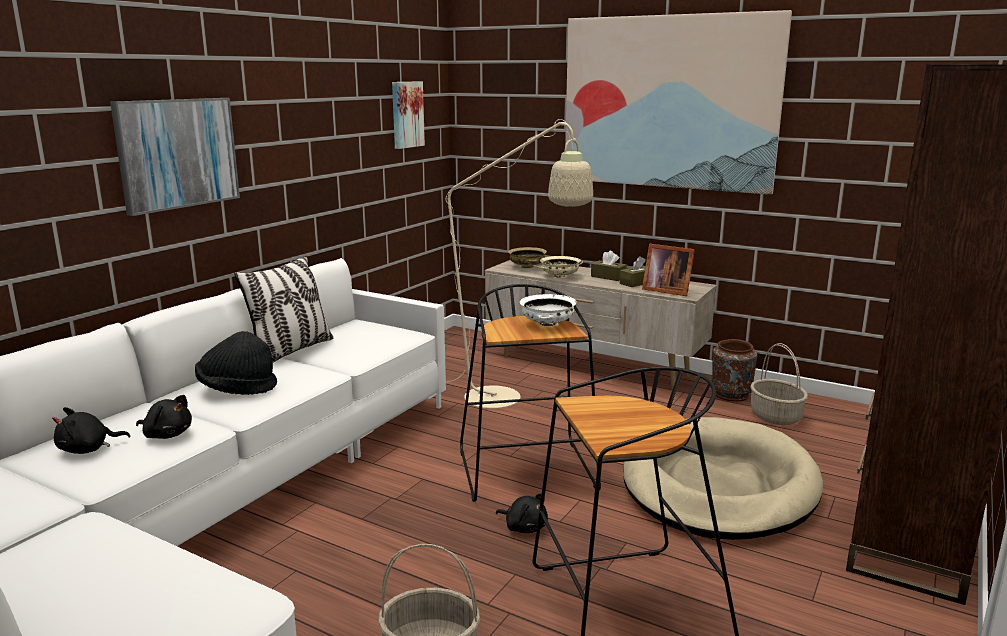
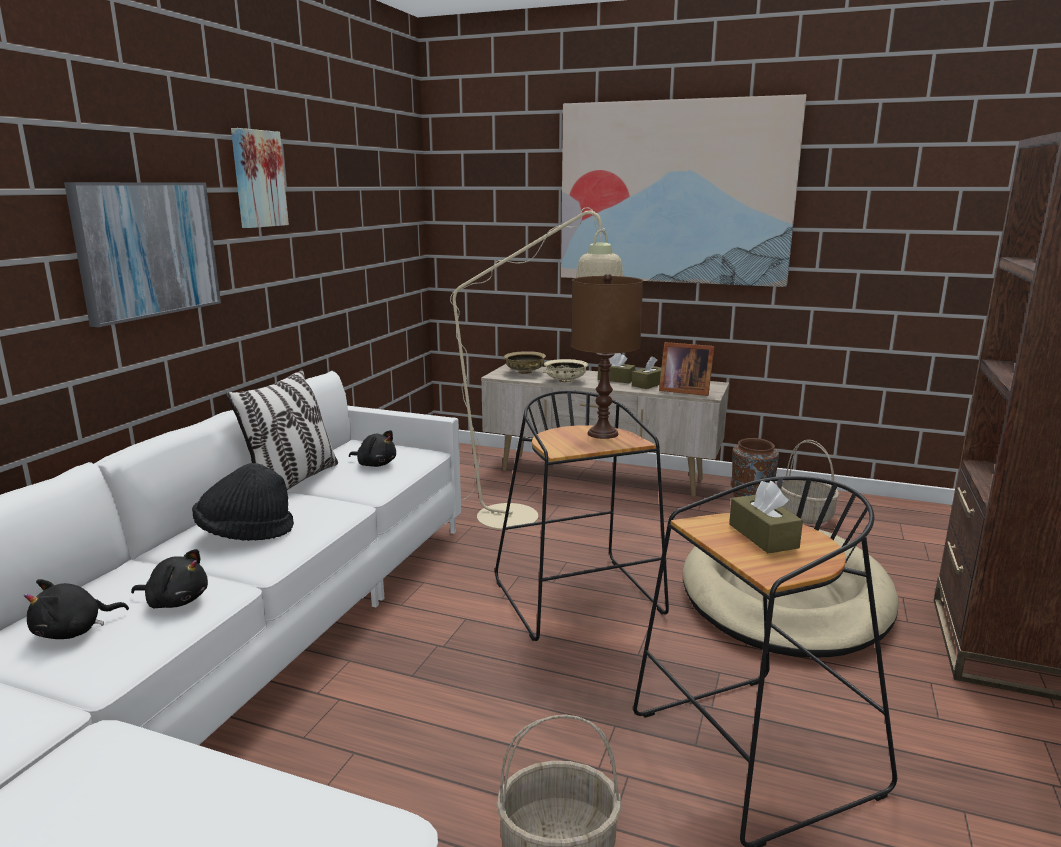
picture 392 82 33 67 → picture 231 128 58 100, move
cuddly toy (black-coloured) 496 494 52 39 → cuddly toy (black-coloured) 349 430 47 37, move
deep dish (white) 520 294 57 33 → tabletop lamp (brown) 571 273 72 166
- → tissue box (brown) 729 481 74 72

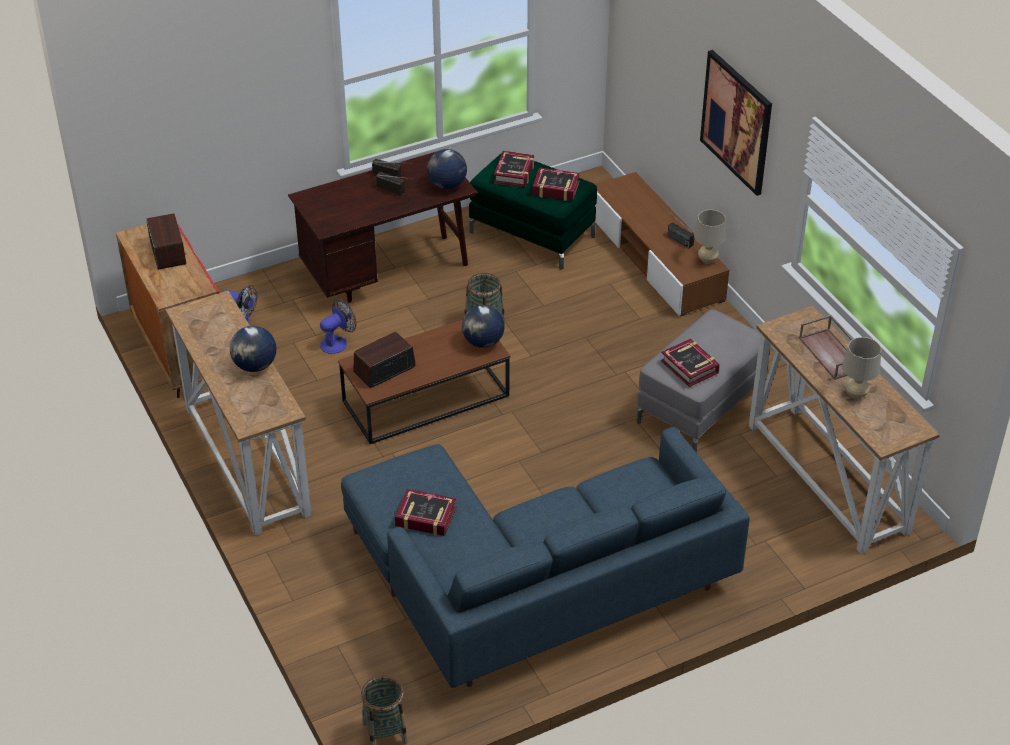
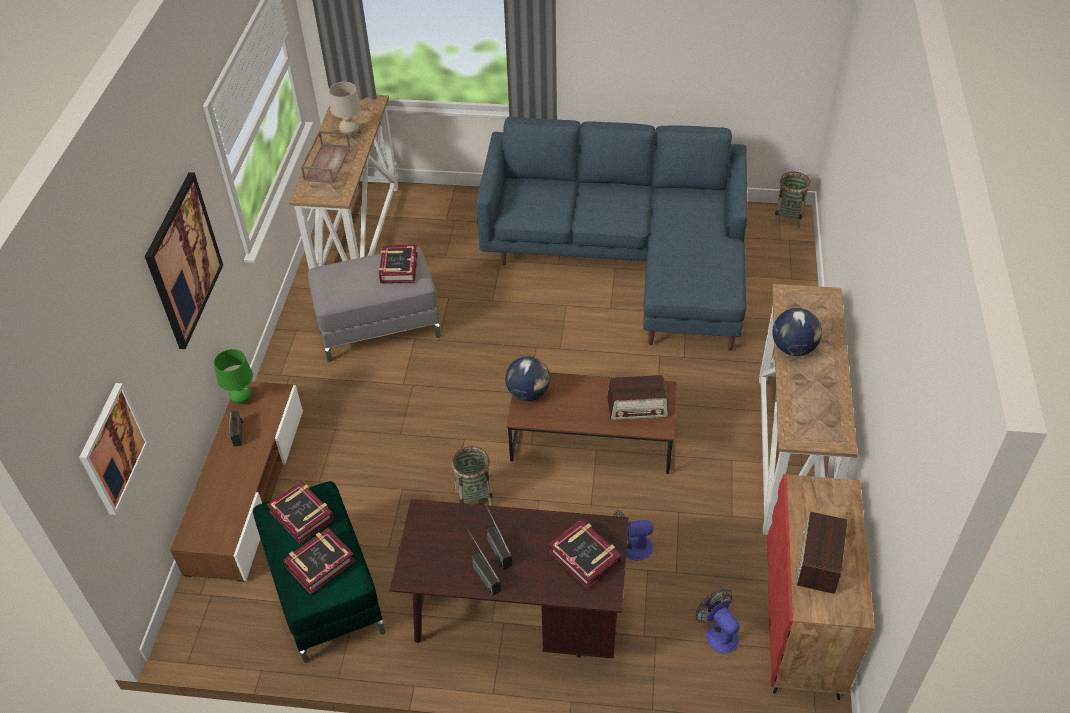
volume 395 489 61 47 → volume 549 519 72 70, move
desk globe 427 149 40 41 → -
tabletop lamp (beige-coloured) 694 210 32 54 → tabletop lamp (green-coloured) 214 349 39 55
- → picture 79 383 70 132

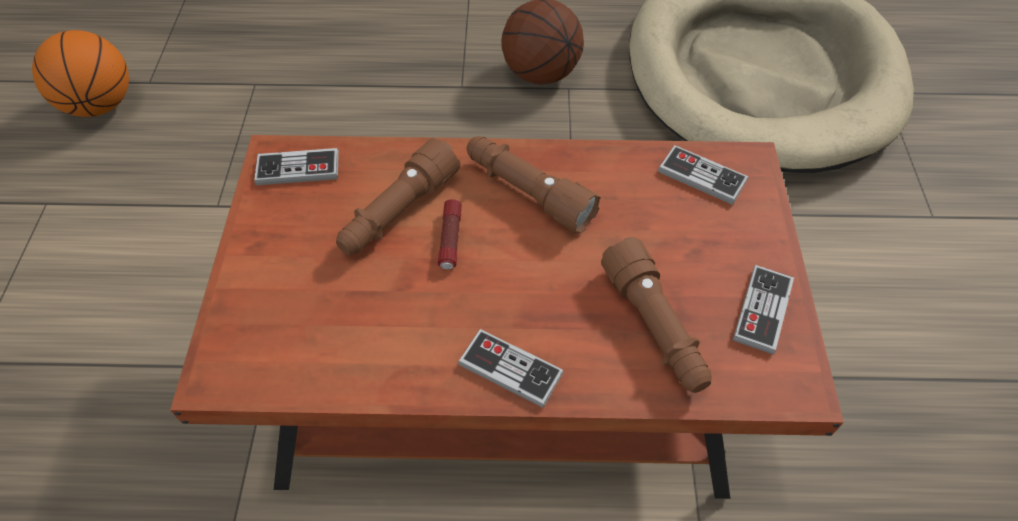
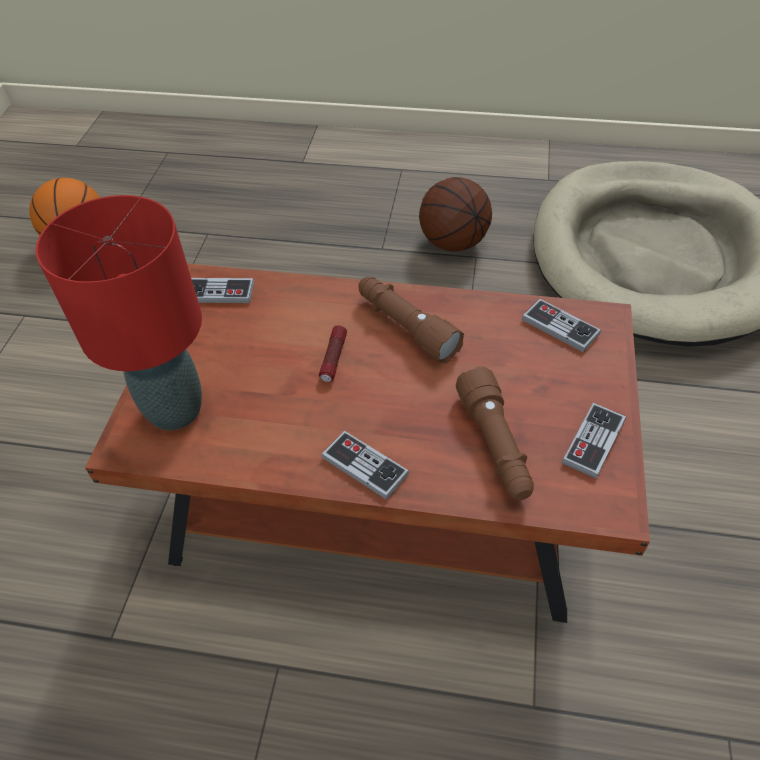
torch (brown) 336 138 124 117 → -
- → tabletop lamp (red) 35 195 167 235

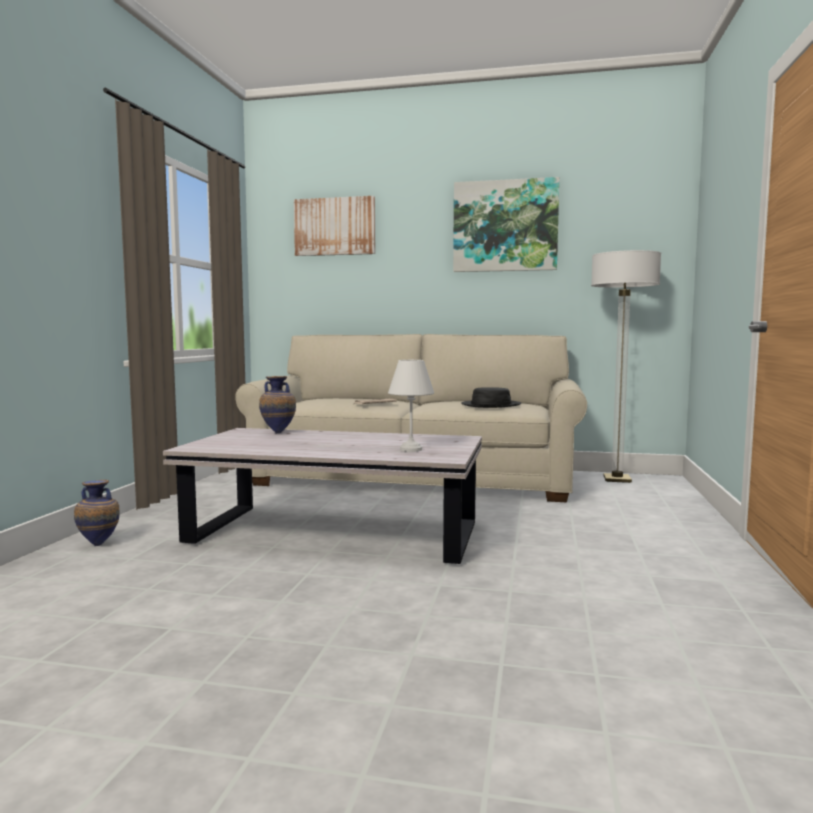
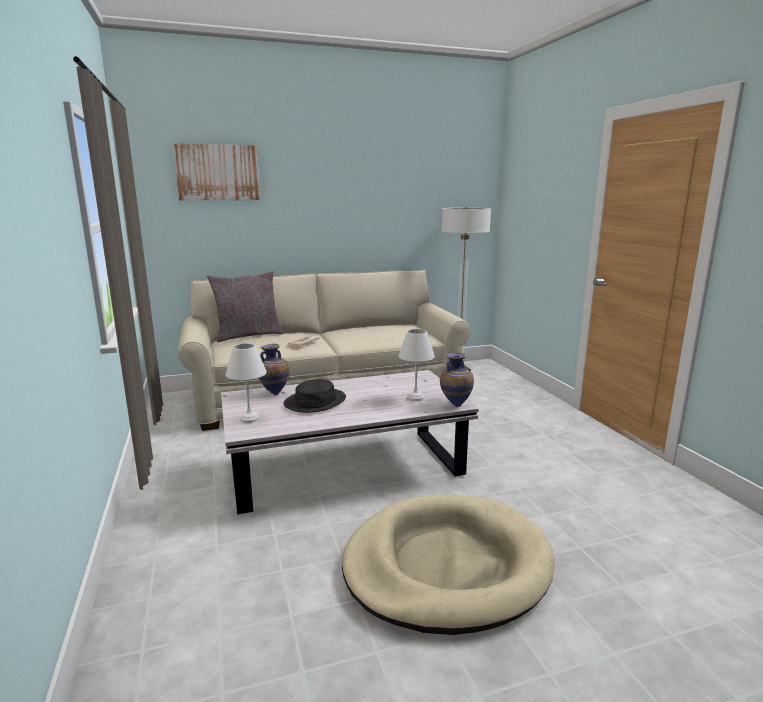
flower vase 74 480 46 66 → flower vase 440 352 34 55, move
picture 453 177 106 95 → -
wearable hat (black-coloured) 461 388 60 20 → wearable hat (black-coloured) 283 379 63 34, move
- → throw pillow (grey) 207 271 76 71
- → tabletop lamp (white) 226 343 41 80
- → dog bed (beige-coloured) 342 495 213 140

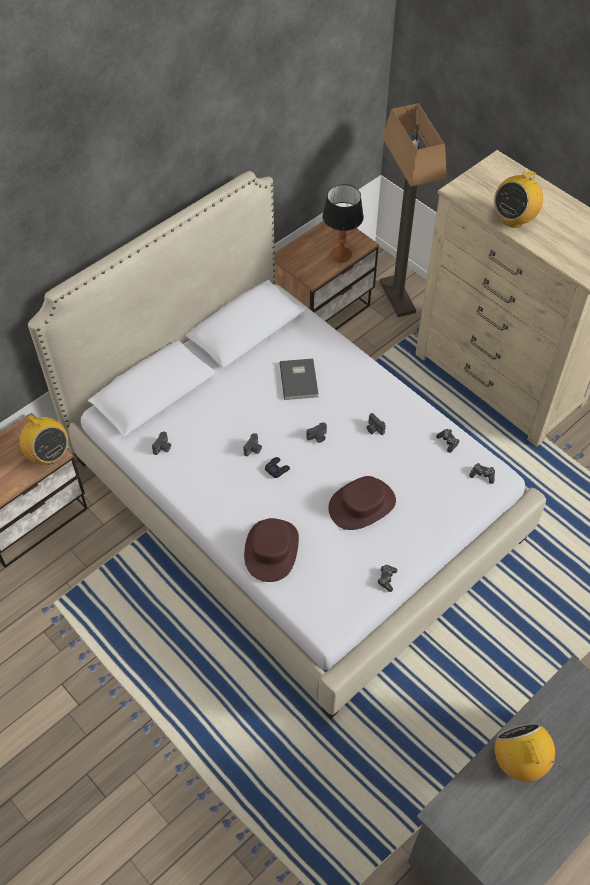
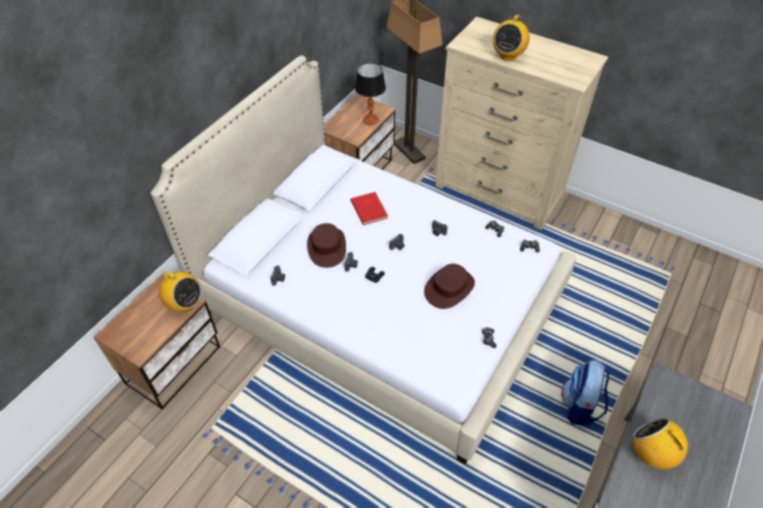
wearable hat (brown) 244 518 55 64 → wearable hat (brown) 307 223 39 45, move
volume (grey) 280 358 38 42 → volume (red) 351 192 37 33
- → rucksack 561 360 48 66

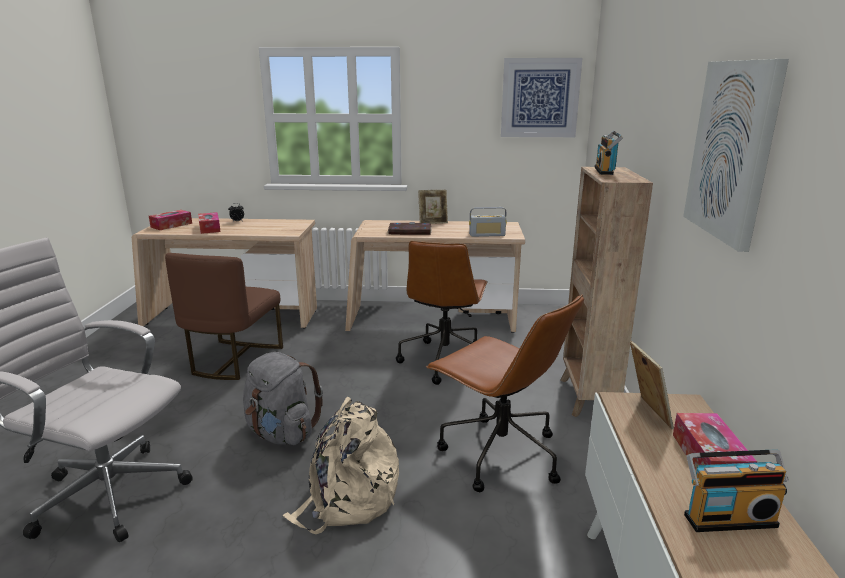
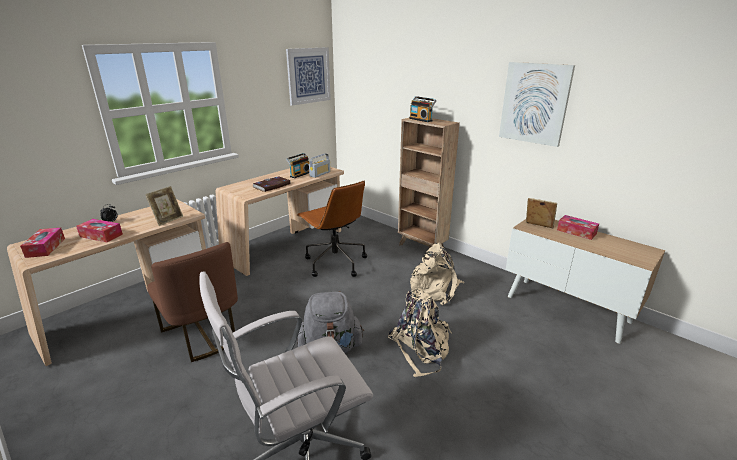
picture frame 418 190 30 34 → picture frame 145 186 38 40, move
computer chair (brown) 426 294 158 198 → rucksack (beige-coloured) 410 243 54 62
radio set 684 449 105 83 → radio set 286 153 24 25, move

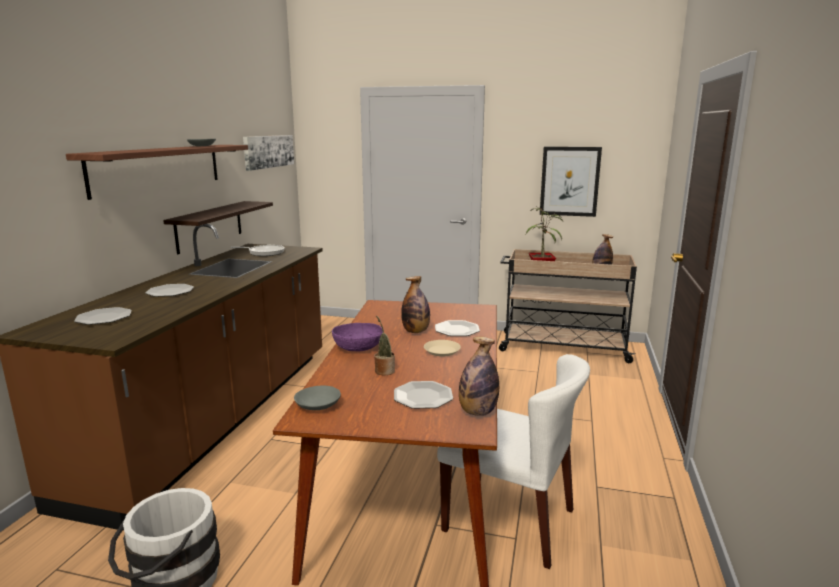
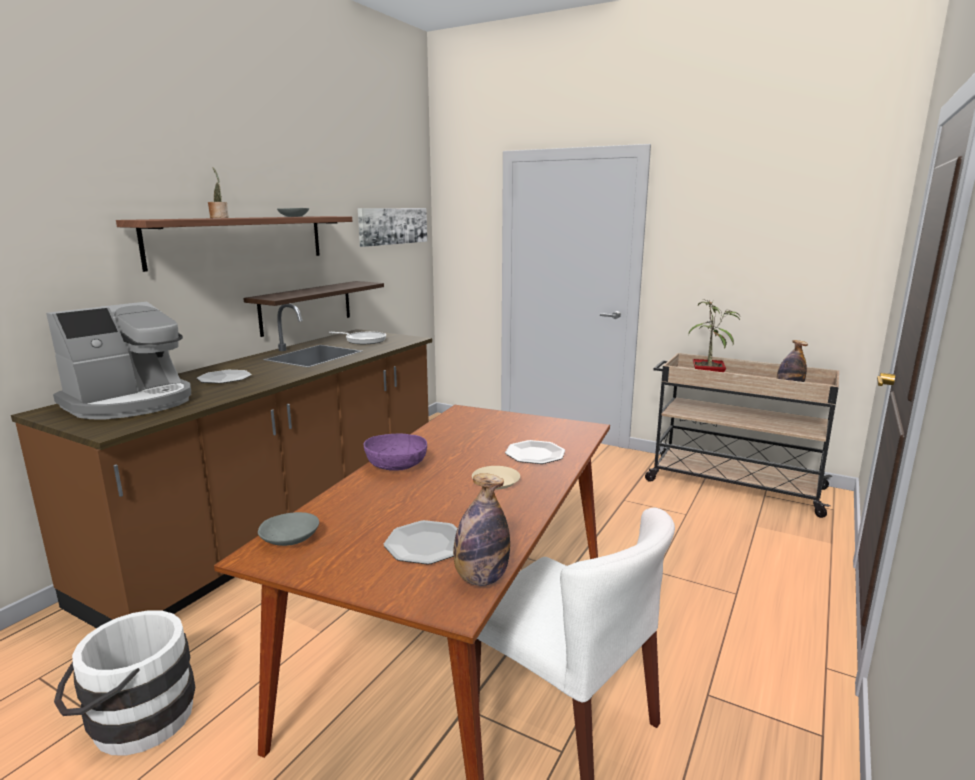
plate 74 307 58 18 → coffee maker 46 302 145 117
potted plant 374 316 21 59 → potted plant 208 168 21 50, move
bottle 401 276 29 57 → -
picture 540 147 62 70 → -

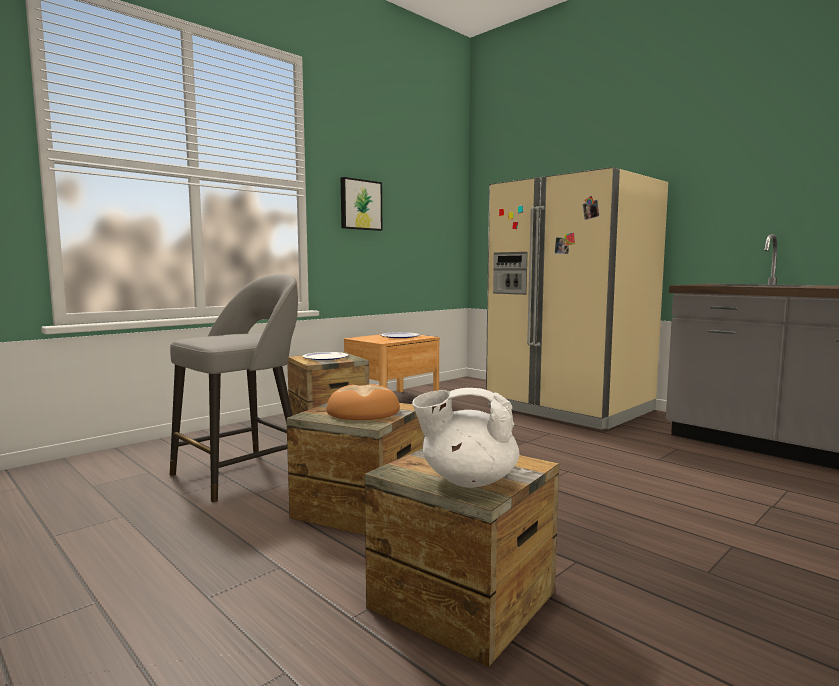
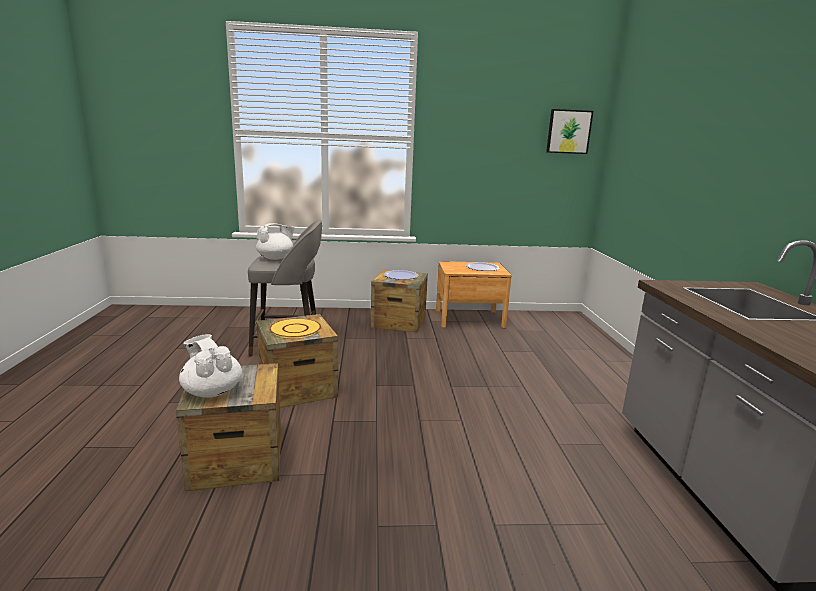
bakery bread 327 384 73 36 → plate (yellow-coloured) 269 318 52 20
picture 341 177 41 54 → picture 546 109 47 45, move
kitchen fridge (beige-coloured) 486 167 182 263 → -
- → pot for tea (white) 256 223 39 37

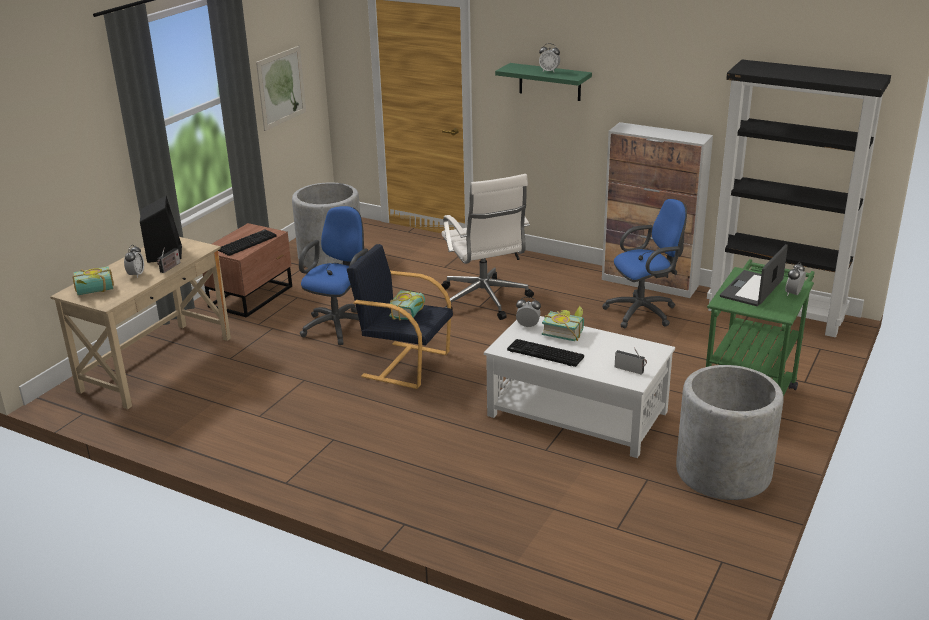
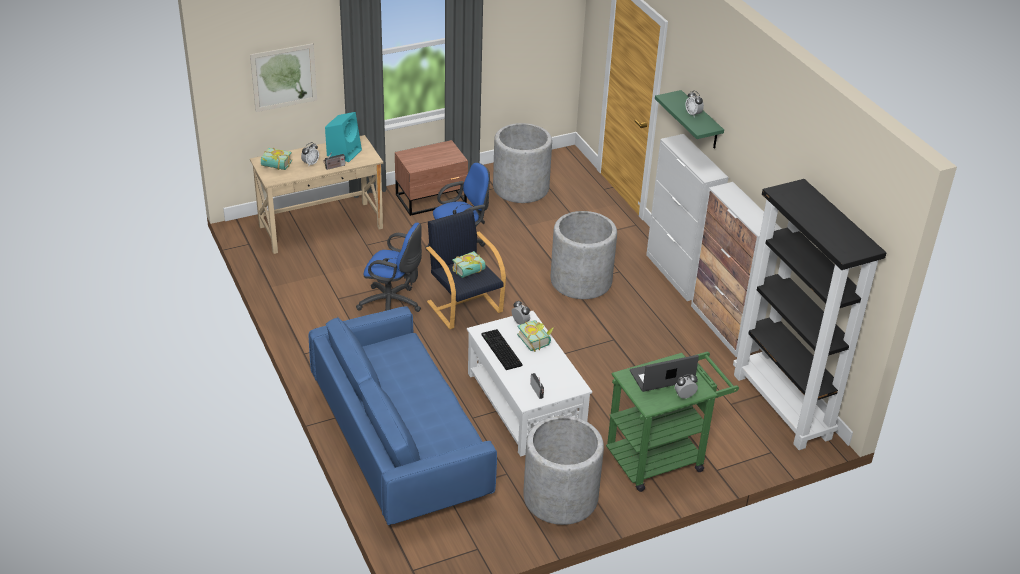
loudspeaker (black-coloured) 140 196 42 67 → loudspeaker (turquoise) 325 112 37 50
keyboard 218 229 59 27 → -
picture 256 46 50 85 → picture 250 43 67 69, move
computer chair (white) 442 174 92 146 → flower pot (grey) 551 211 66 88
computer chair (bluish) 602 199 85 129 → computer chair (bluish) 356 223 66 89, move
- → sofa (bluish) 309 306 188 219
- → storage cabinet (white) 646 134 82 167

